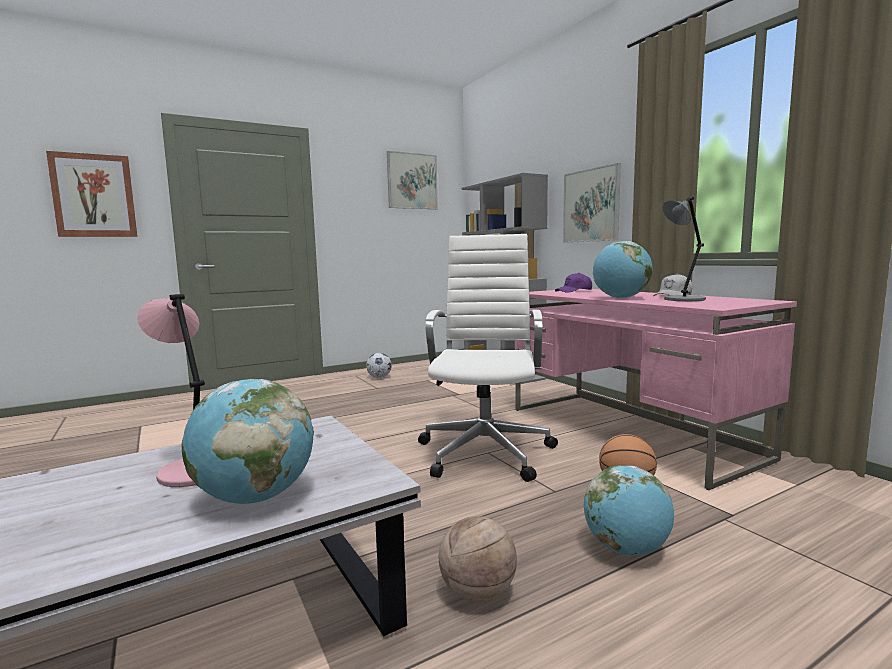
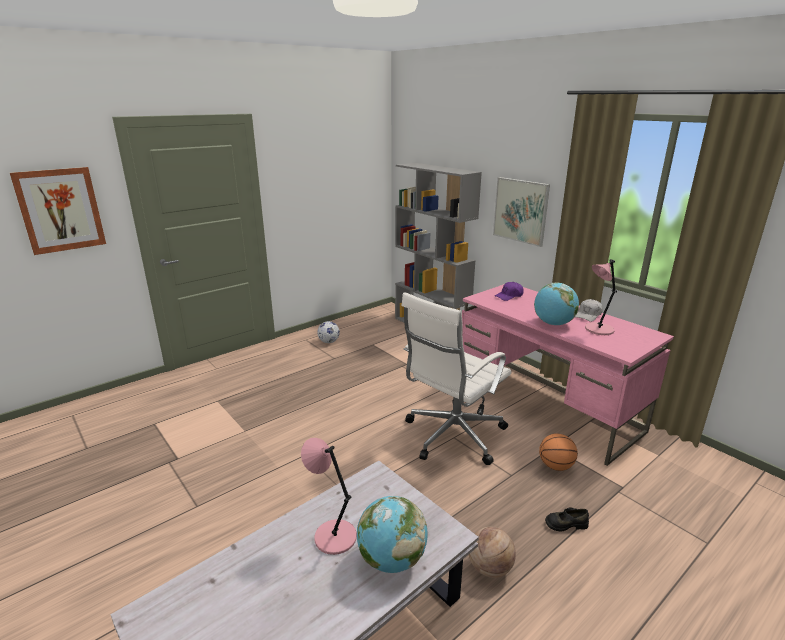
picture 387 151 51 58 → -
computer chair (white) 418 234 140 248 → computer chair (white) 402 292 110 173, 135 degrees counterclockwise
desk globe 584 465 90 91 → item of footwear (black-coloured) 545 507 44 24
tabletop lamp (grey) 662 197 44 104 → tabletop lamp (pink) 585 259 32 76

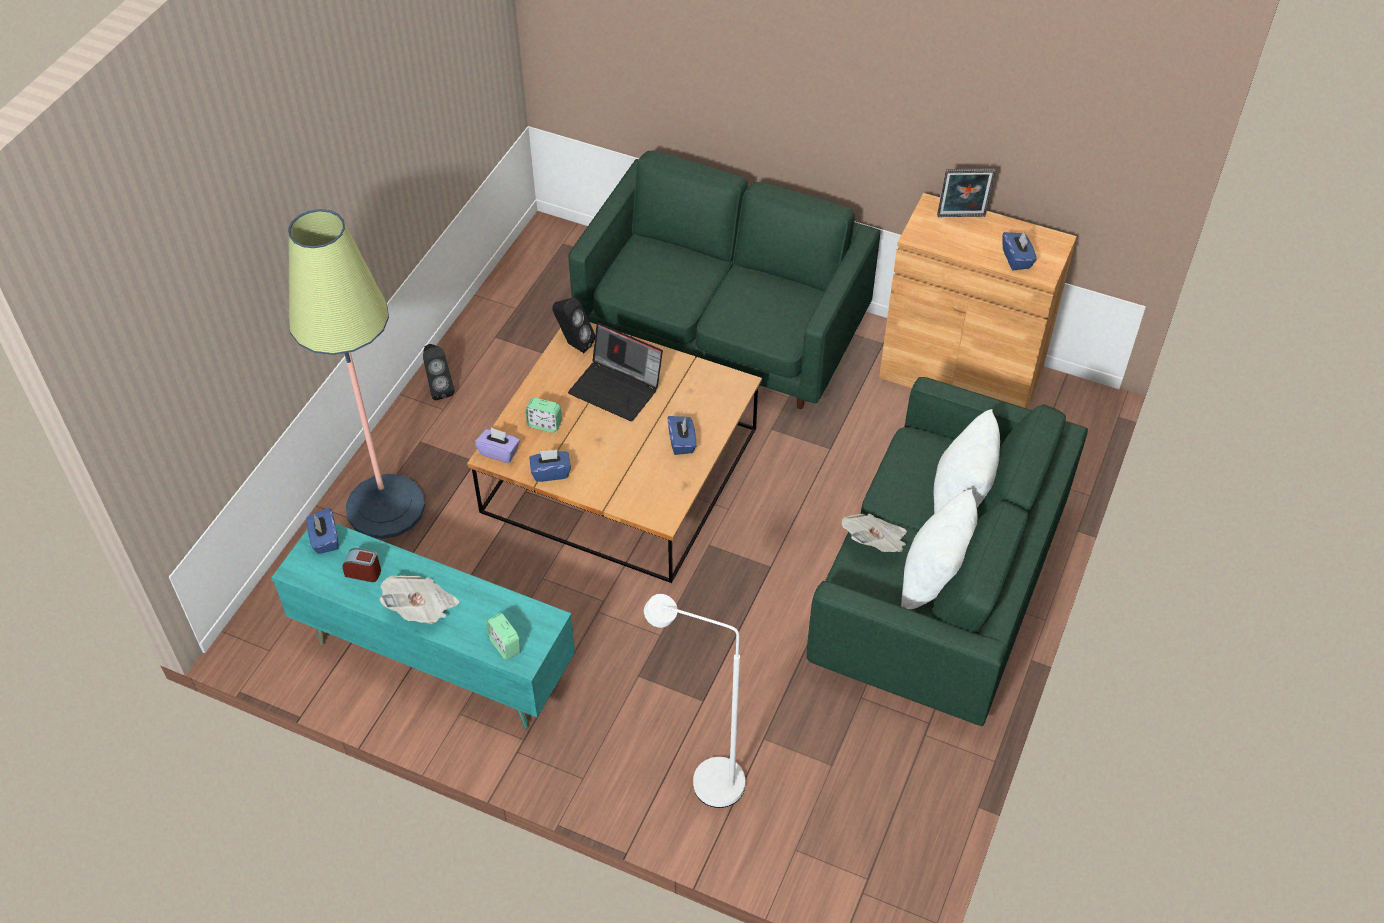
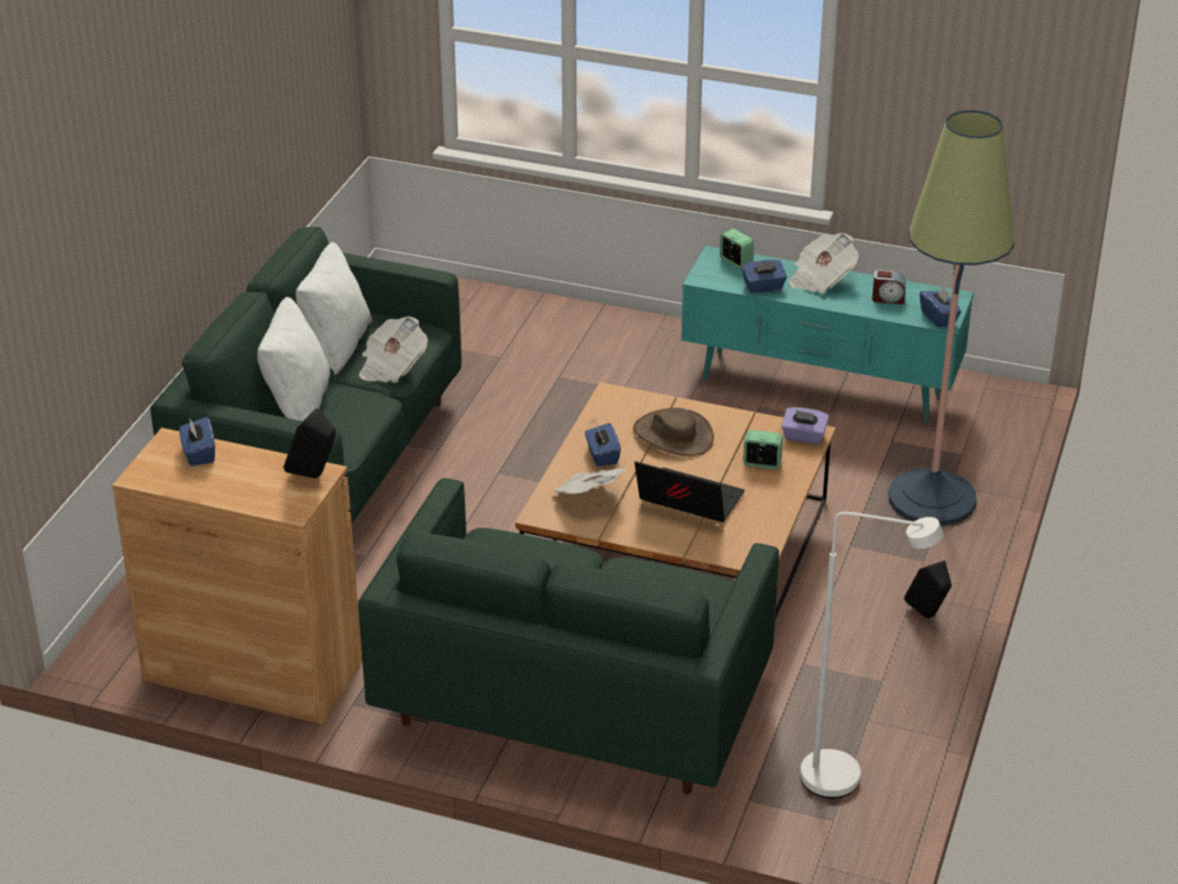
tissue box (bluish) 529 450 42 32 → tissue box (bluish) 742 260 45 33, move
loudspeaker (black-coloured) 552 297 43 56 → loudspeaker (black-coloured) 283 408 53 70, move
standard lamp (white) 644 594 101 214 → standard lamp (white) 800 512 143 286, move
picture frame 937 168 59 49 → -
- → newspaper 552 468 75 26
- → wearable hat (brown) 633 408 81 48

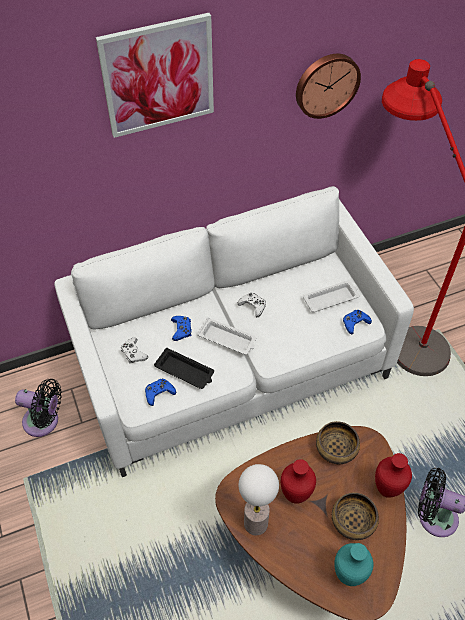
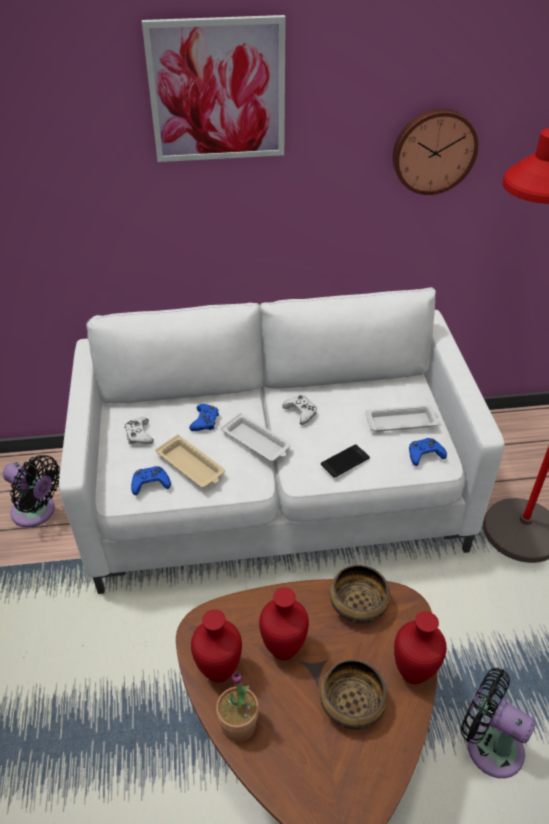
tray (black-coloured) 154 348 60 41 → tray (beige-coloured) 155 435 70 53
tabletop lamp 239 464 40 71 → flower vase (red) 191 610 51 73
flower vase (turquoise) 334 543 40 43 → -
- → potted plant 216 671 43 71
- → phone 321 444 49 34

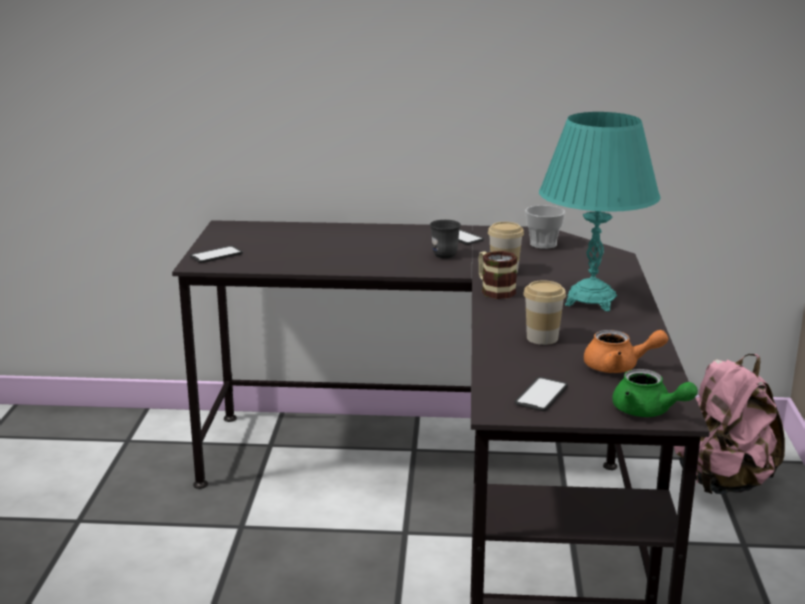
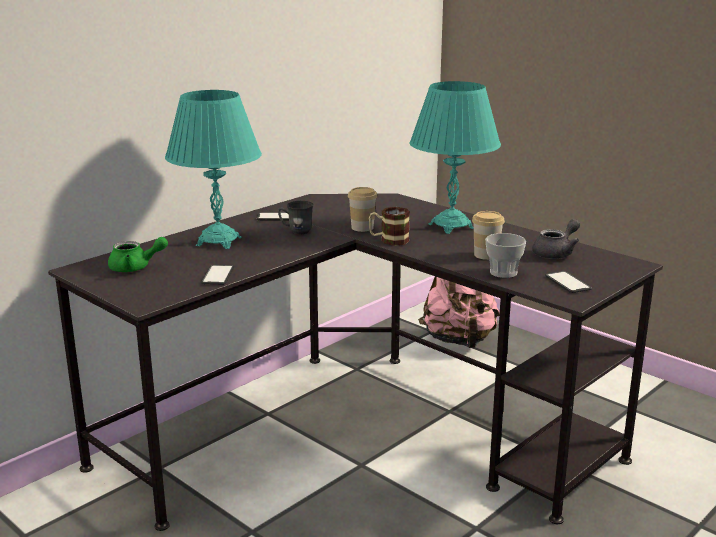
phone 190 246 53 17 → phone 201 265 33 20, move
cup 525 205 40 44 → cup 485 233 41 45, move
pot for tea (orangey) 584 330 84 43 → pot for tea (grey) 532 219 48 40
pot for tea (green-coloured) 612 369 86 48 → pot for tea (green-coloured) 108 237 60 35, move
- → tabletop lamp (turquoise) 165 90 97 159

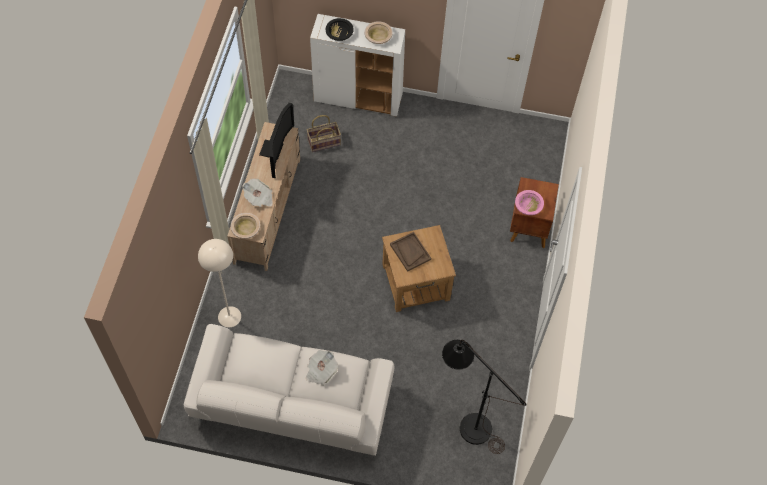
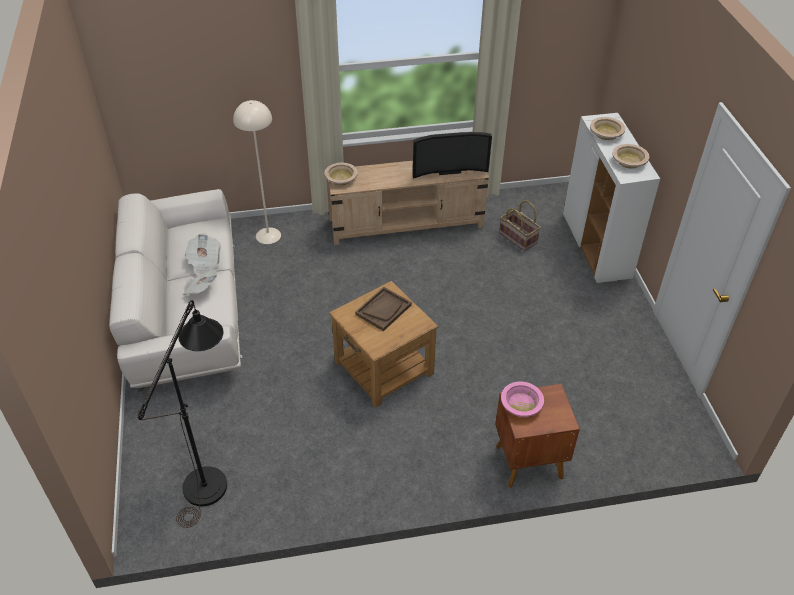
newspaper 242 178 31 29 → newspaper 185 233 36 42, move
deep dish (black-coloured) 326 18 28 23 → deep dish (beige-coloured) 590 117 35 23

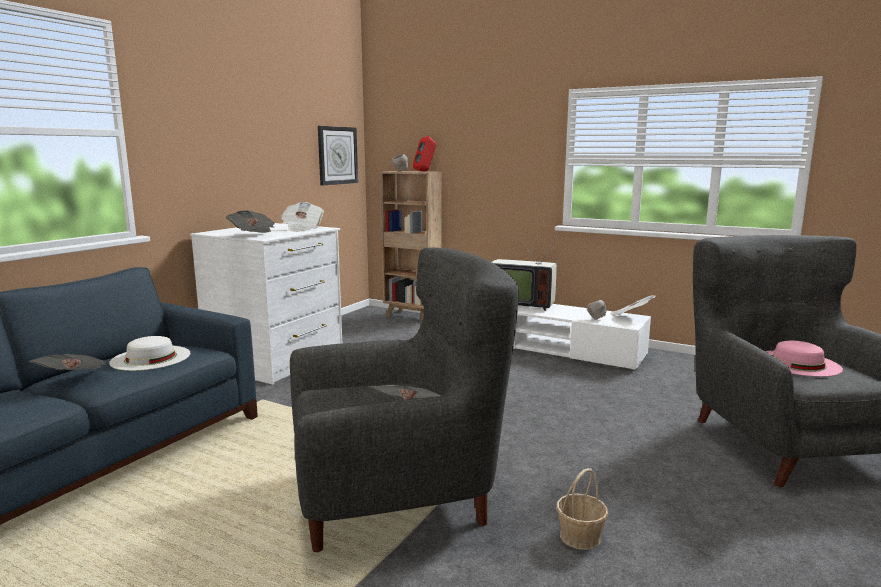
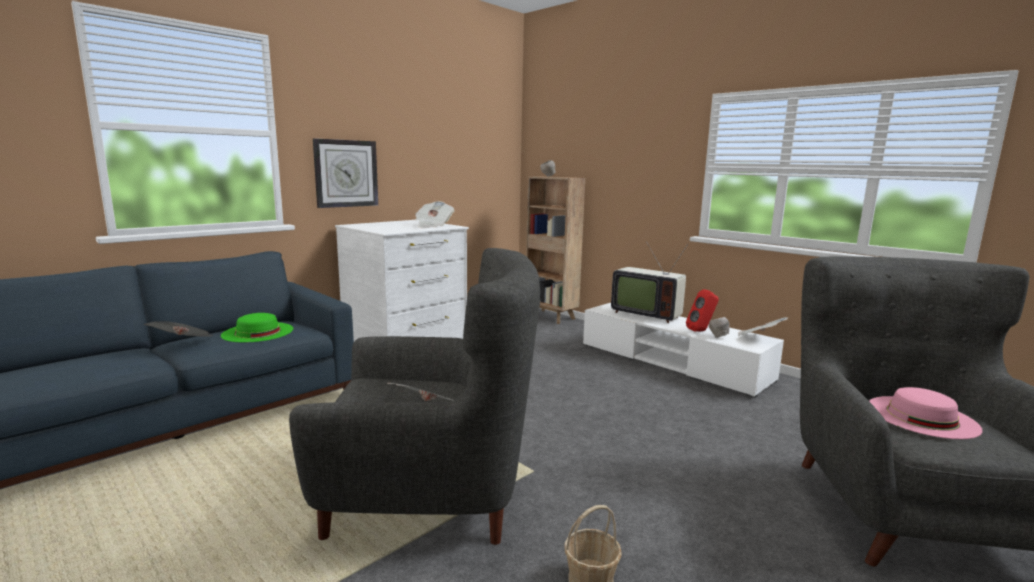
wearable hat (white) 109 336 81 35 → wearable hat (green-coloured) 221 313 72 29
newspaper 226 210 49 23 → -
wall clock 318 126 40 59 → wall clock 313 138 65 70, move
loudspeaker (red) 413 136 23 35 → loudspeaker (red) 686 289 33 43, move

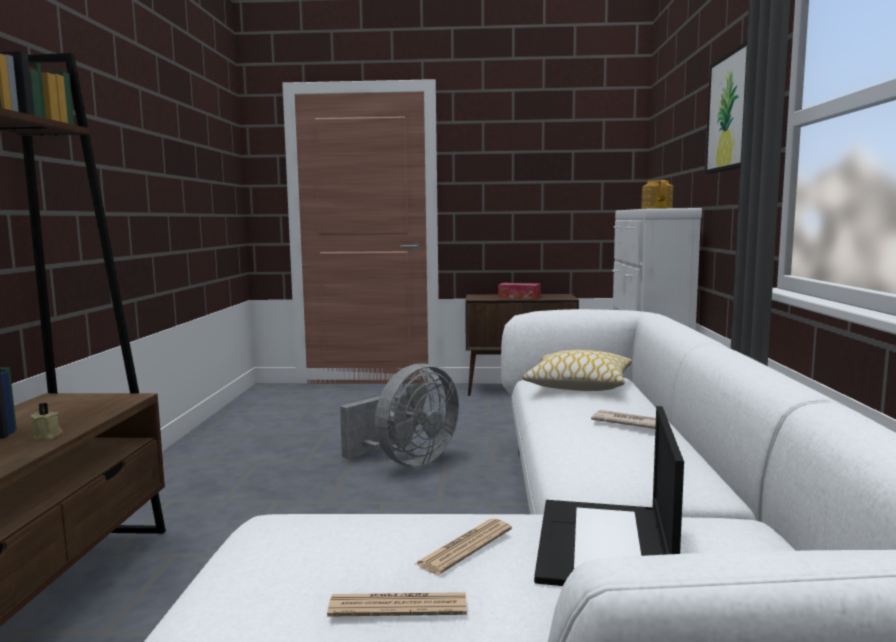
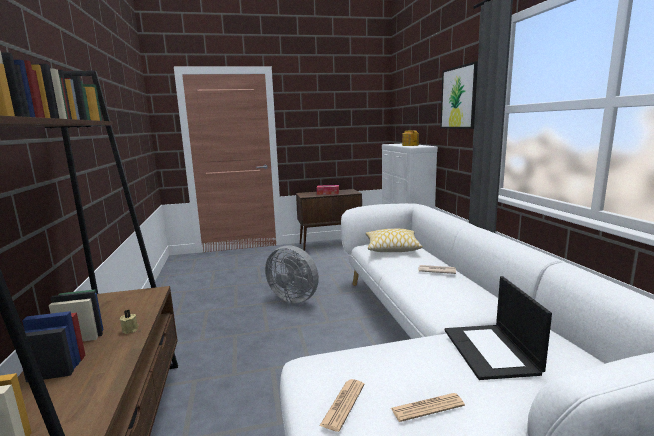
fan (grey) 340 363 119 103 → fan (grey) 265 245 54 58, 90 degrees clockwise
newspaper 415 519 97 56 → newspaper 319 379 45 53, move

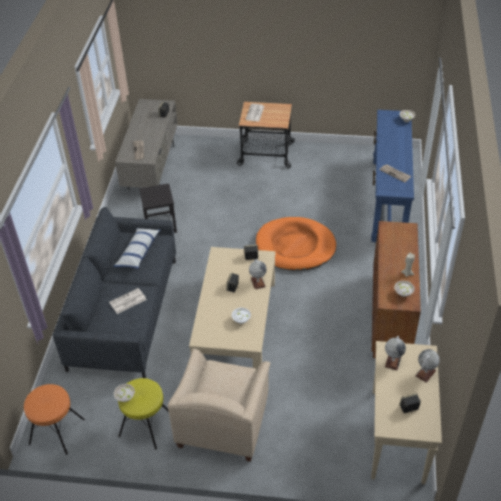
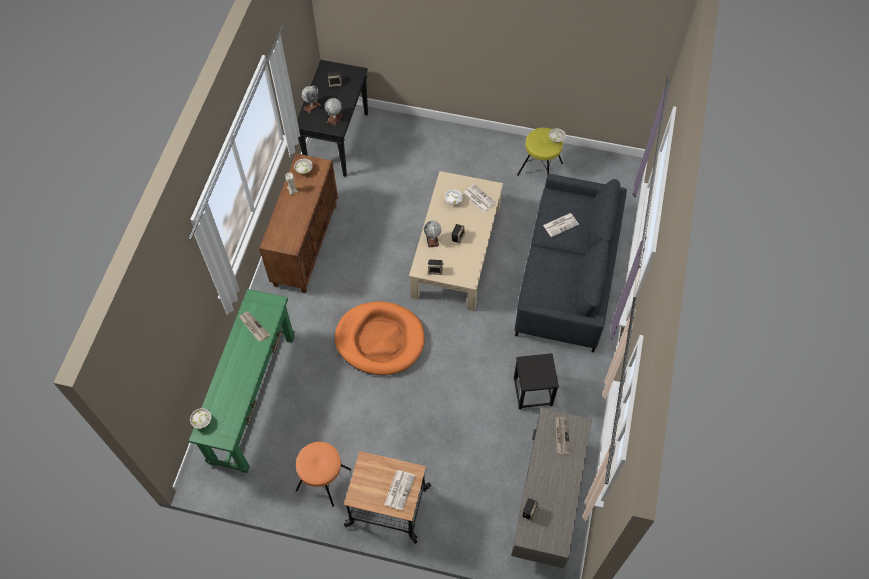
stool (orangey) 24 384 61 71 → stool (orangey) 296 442 55 65, move
throw pillow 113 228 48 41 → -
lounge chair (beige-coloured) 168 349 103 113 → -
console table (bluish) 371 110 43 132 → console table (green-coloured) 189 289 106 184
console table (beige-coloured) 371 341 71 143 → console table (black-coloured) 297 60 71 117
- → newspaper 463 184 33 28

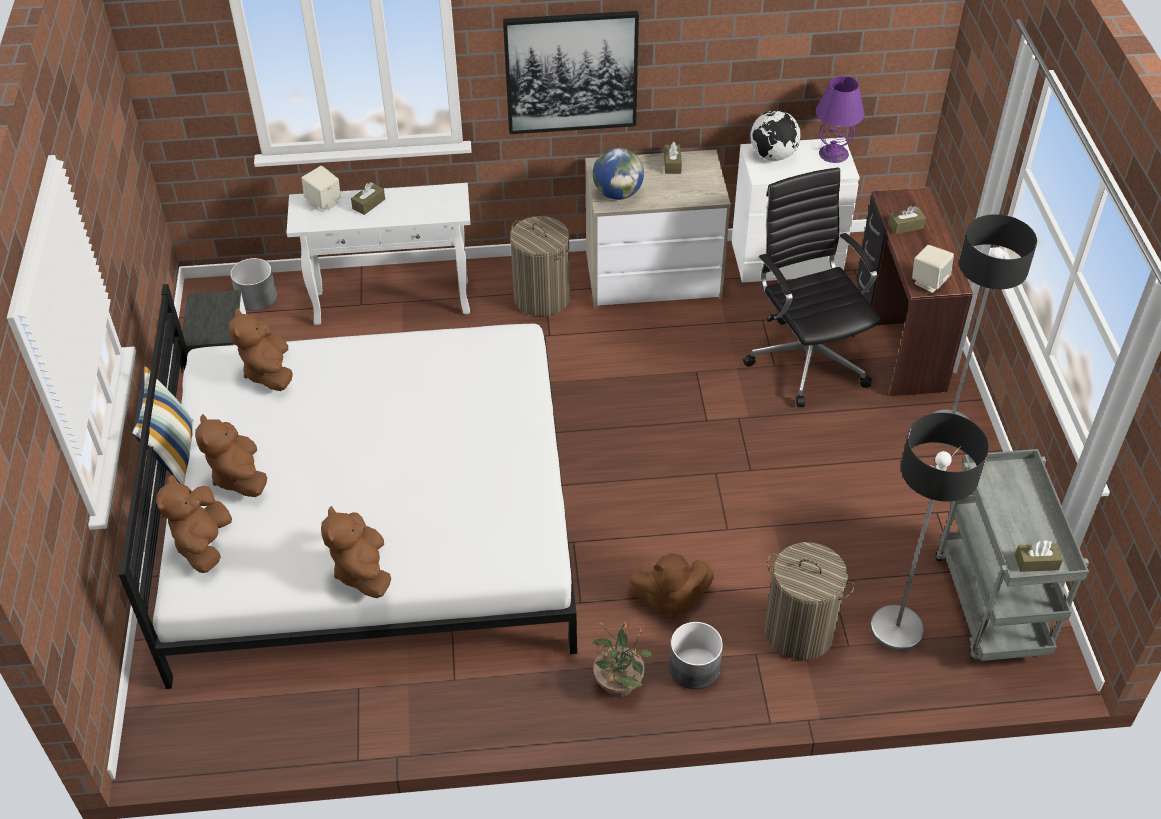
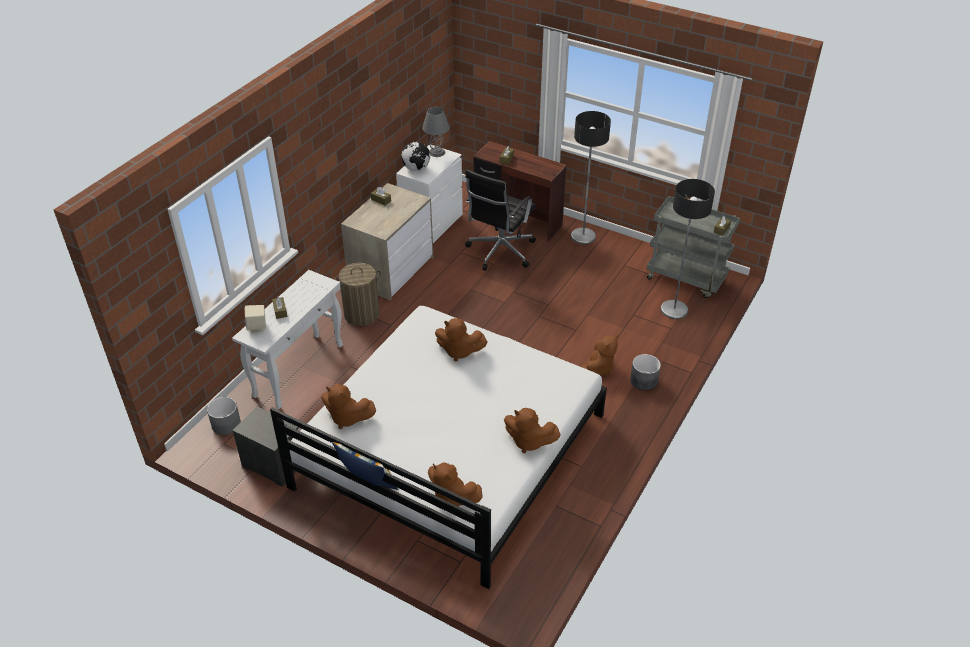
cuddly toy (brown) 195 414 72 83 → cuddly toy (brown) 435 318 52 44, move
picture 503 11 136 123 → -
desk globe 593 148 51 52 → -
potted plant 593 621 59 76 → -
computer chair (black-coloured) 743 167 137 240 → computer chair (black-coloured) 465 169 71 102, 75 degrees counterclockwise
washing basket 765 542 90 118 → -
tabletop lamp (purple) 816 76 49 87 → tabletop lamp (grey) 422 107 28 50
loudspeaker (beige-coloured) 912 245 42 48 → -

